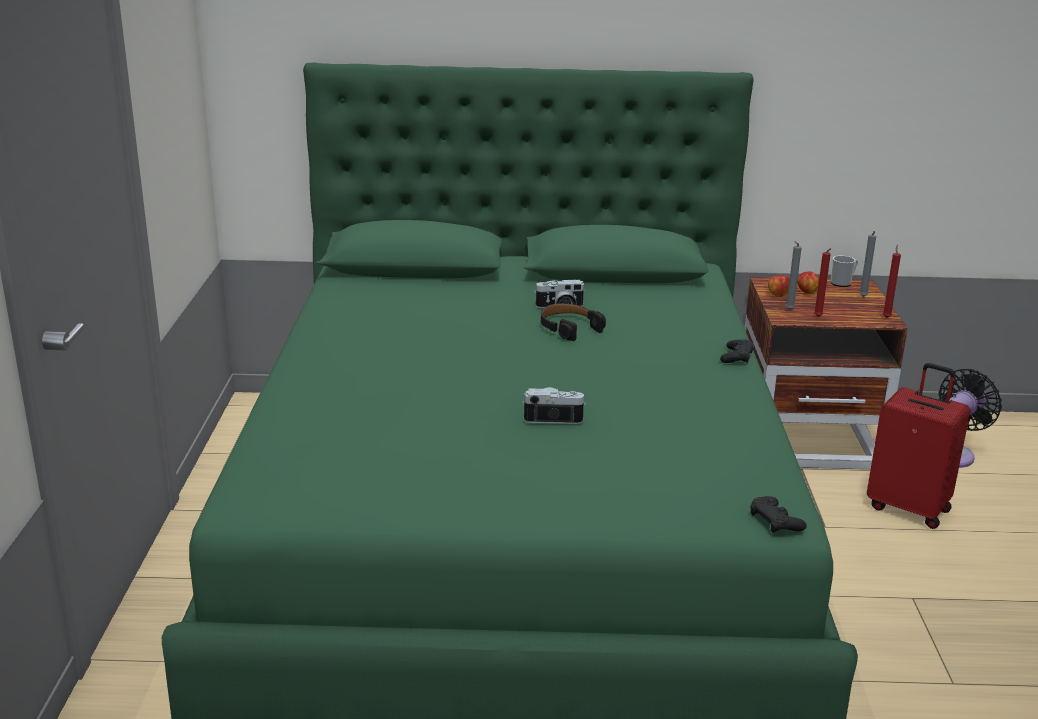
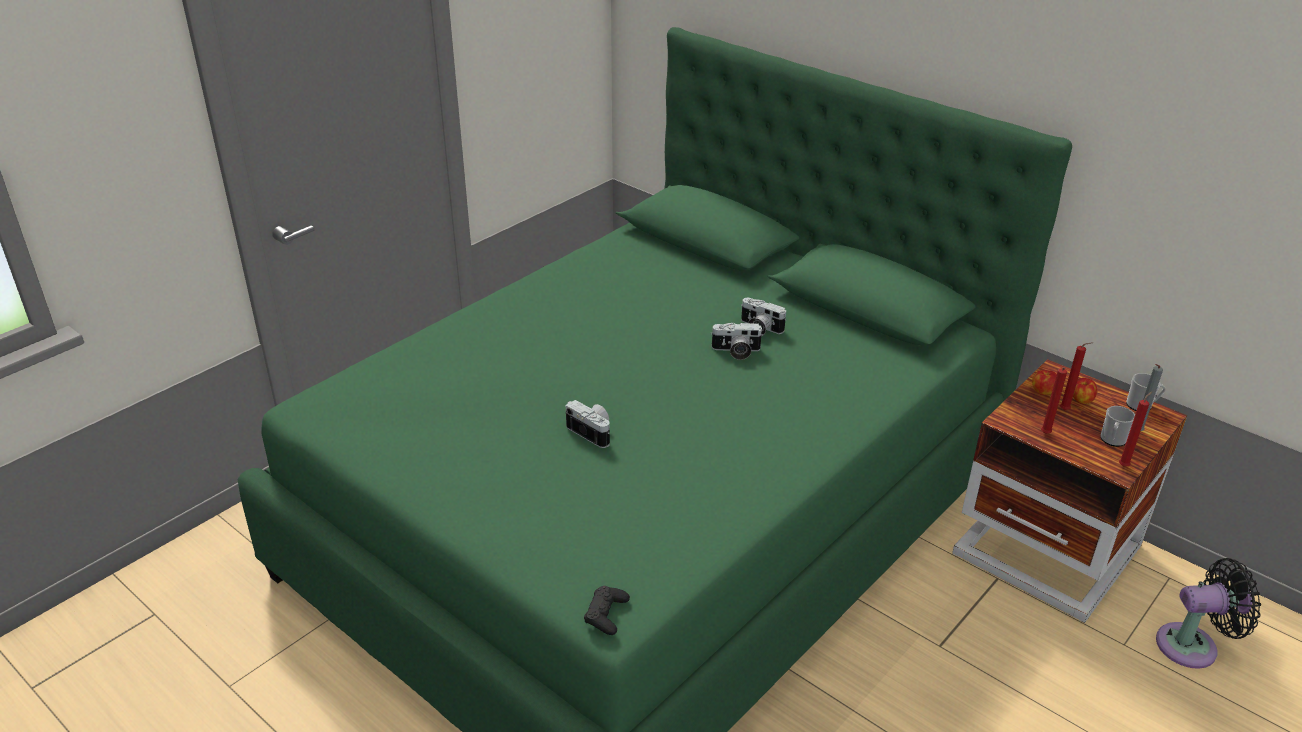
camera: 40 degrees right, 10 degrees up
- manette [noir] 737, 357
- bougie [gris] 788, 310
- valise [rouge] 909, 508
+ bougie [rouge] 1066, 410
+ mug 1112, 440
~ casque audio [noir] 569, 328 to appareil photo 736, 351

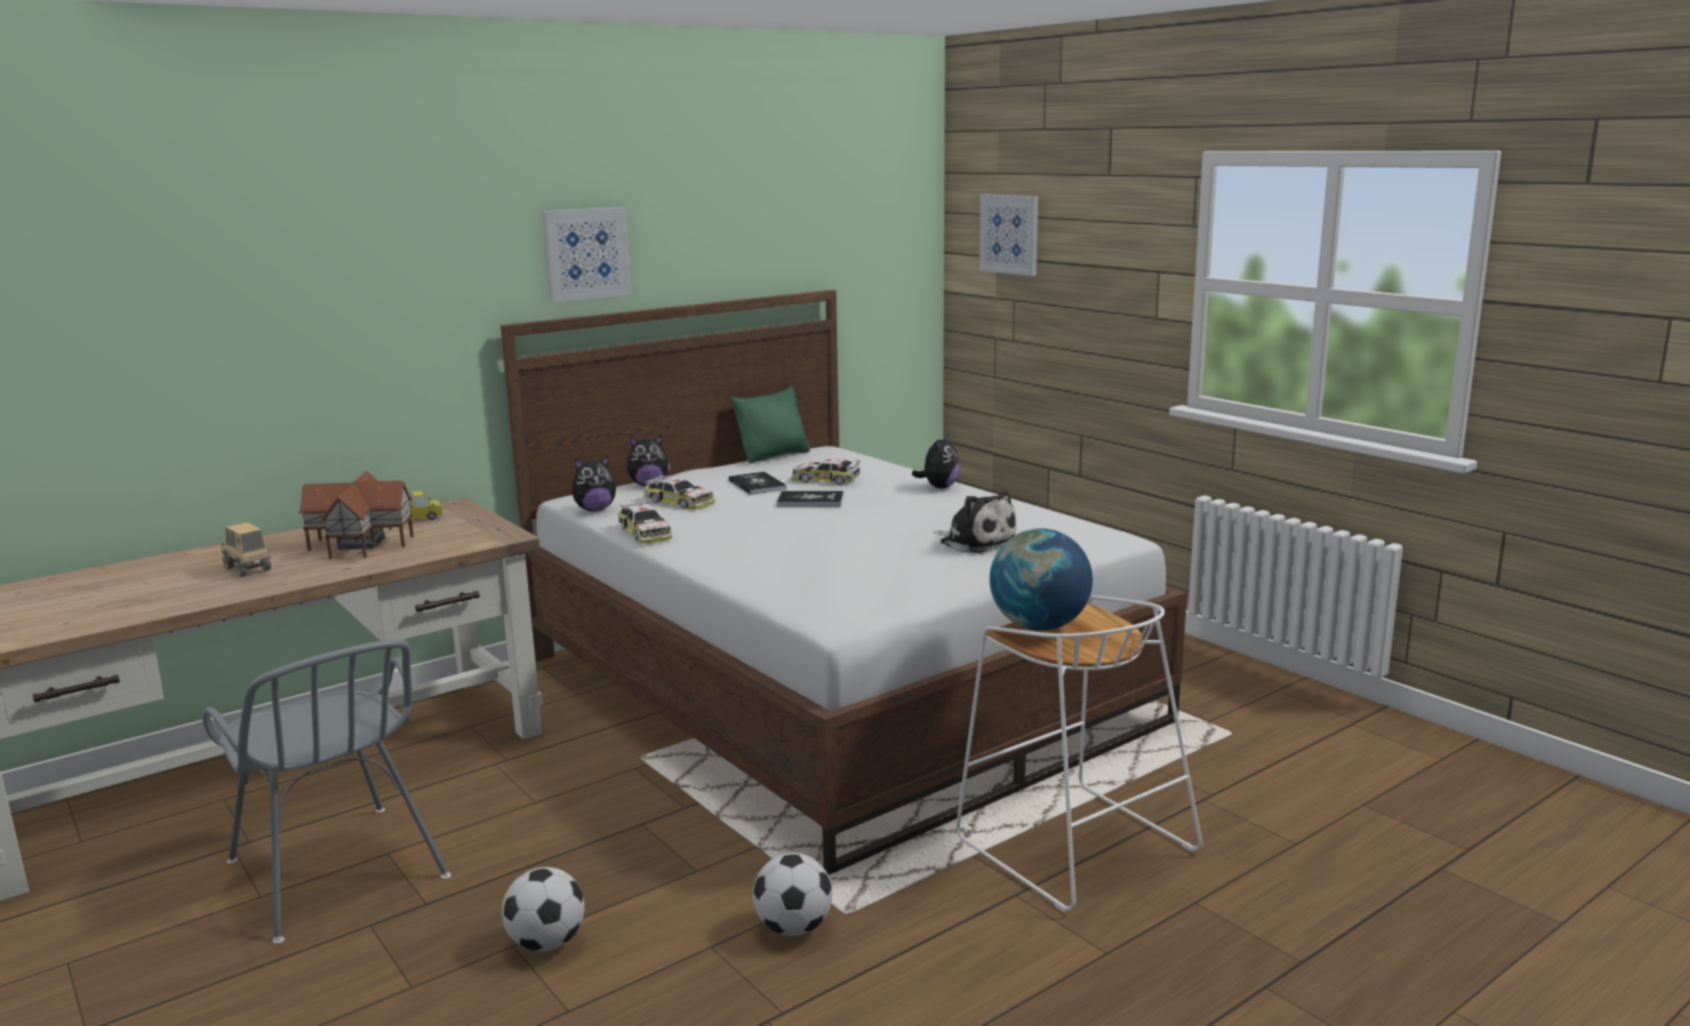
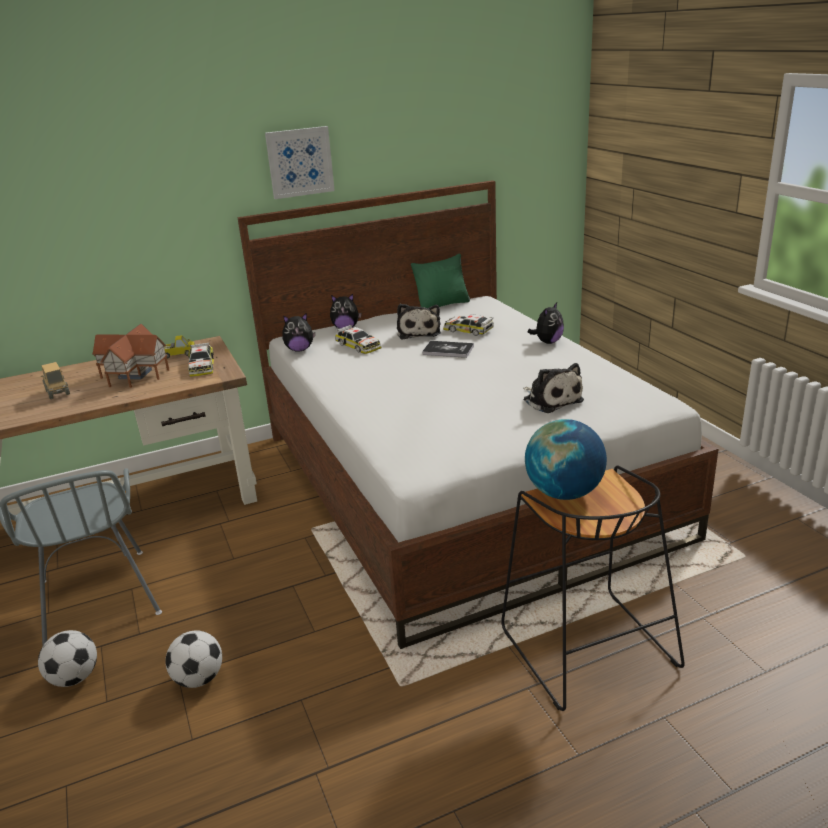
camera: 15 degrees right, 10 degrees up
- tableau 1009, 234
~ petite voiture 645, 532 to 201, 366
~ ballon de foot 793, 928 to 74, 678
~ livre 757, 485 to peluche 418, 332
~ tabouret [blanc] 1071, 845 to tabouret [noir] 584, 647

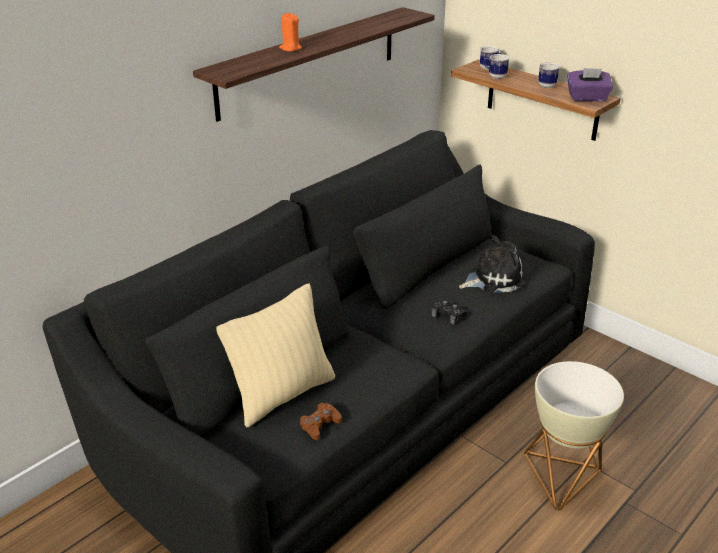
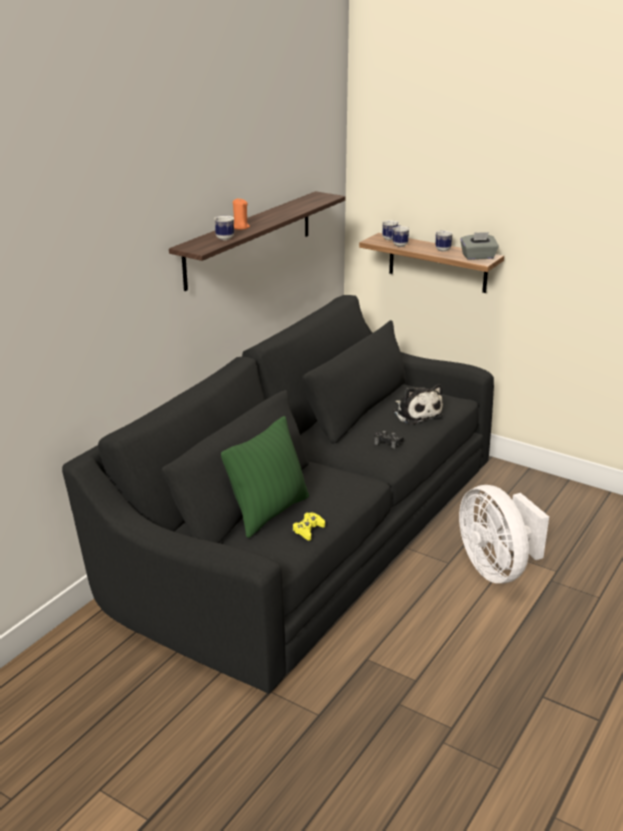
camera: 10 degrees left, 5 degrees down
+ mug 224, 237
~ cache-pot 562, 477 to ventilateur [blanc] 496, 568
~ coussin [beige] 282, 394 to coussin [vert] 269, 512
~ manette [marron] 320, 425 to manette [jaune] 308, 530
~ boîte à mouchoirs [violet] 587, 98 to boîte à mouchoirs [gris] 478, 257
~ peluche 492, 279 = 416, 413 90 degrees clockwise

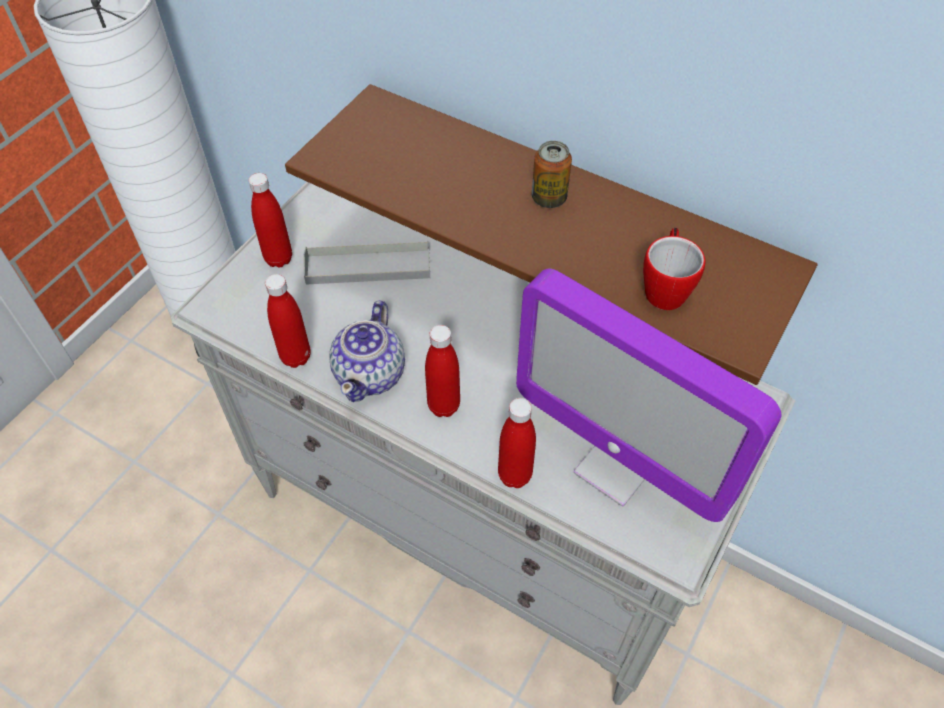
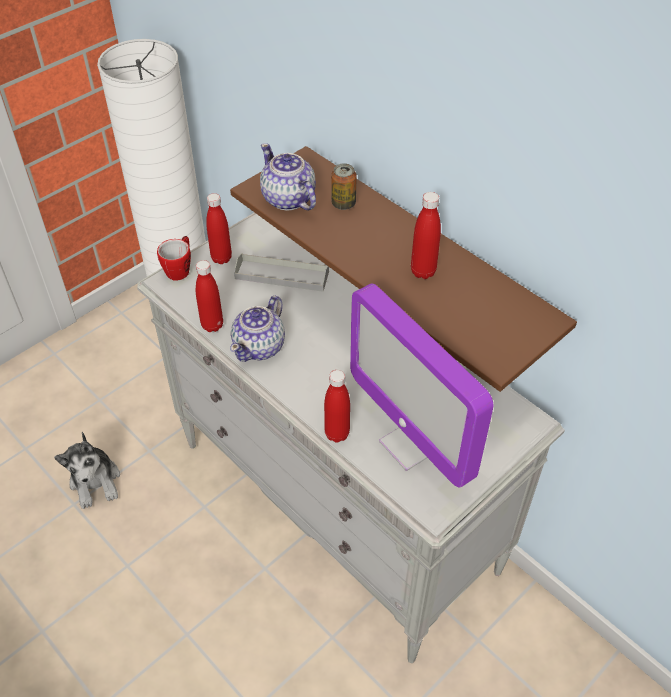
camera: 15 degrees right, 5 degrees down
+ peluche 95, 481
+ théière 288, 199
~ bouteille [rouge] 443, 406 to 423, 271
~ boîte métallique 549, 198 to 343, 204
~ mug 665, 287 to 180, 269

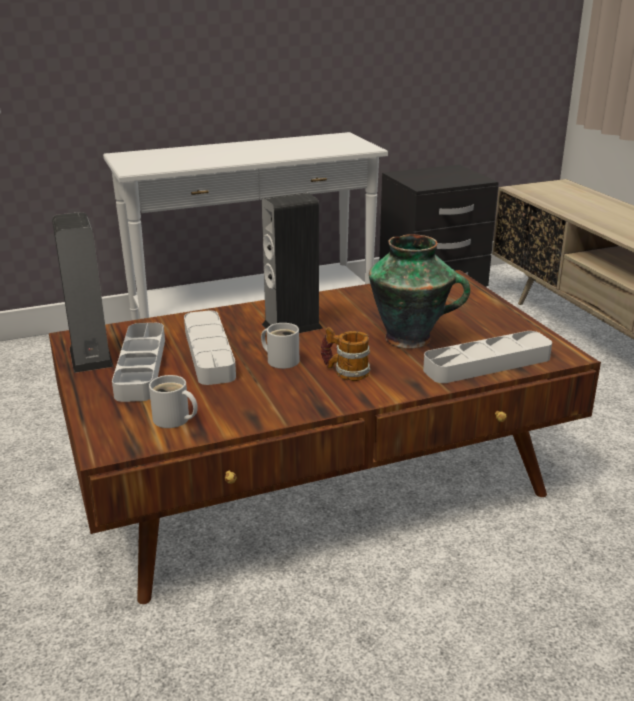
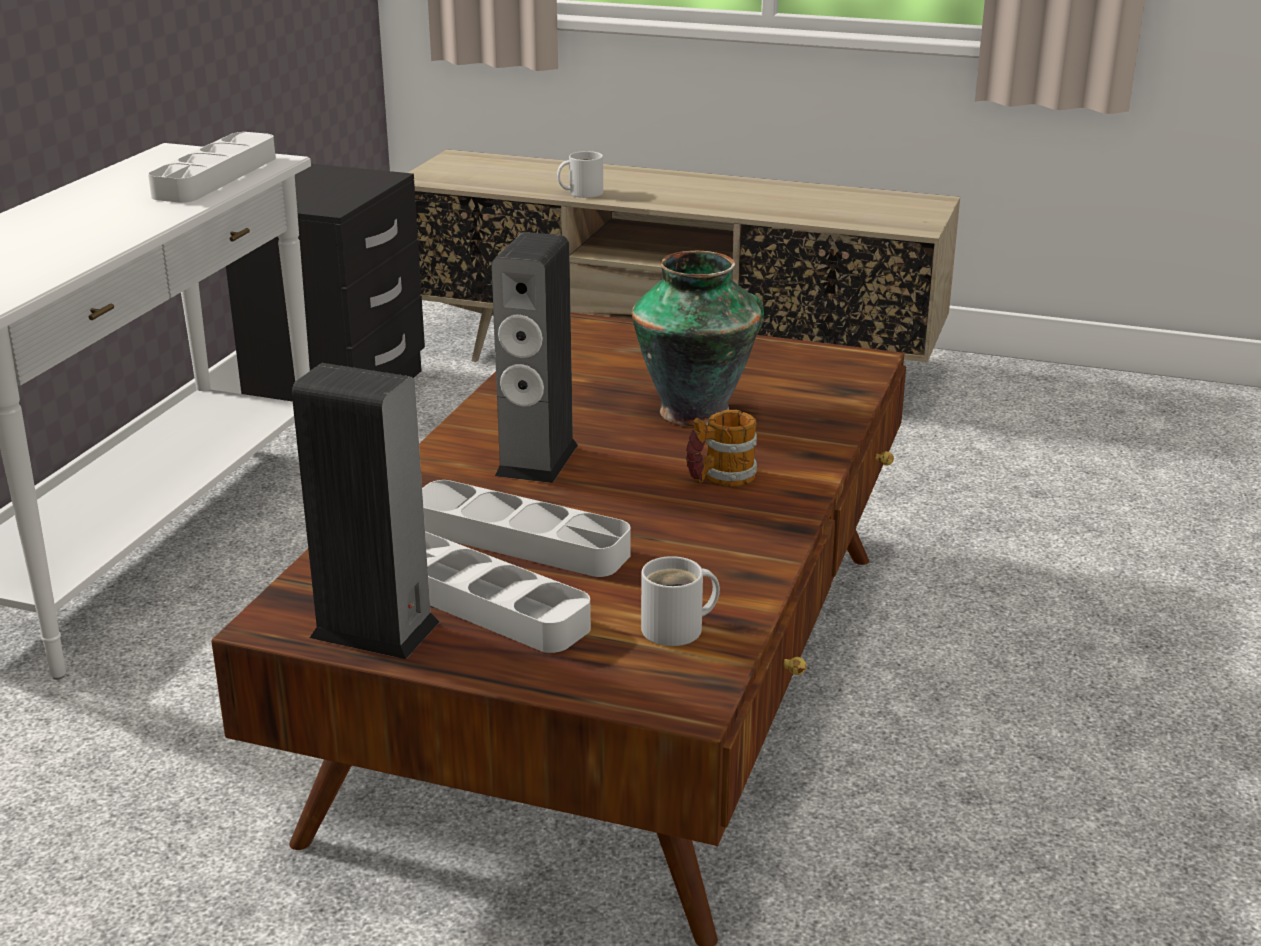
camera: 50 degrees left, 0 degrees up
~ mug [blanc] 281, 360 to 582, 192
~ plateau [gris] 487, 364 to 216, 177

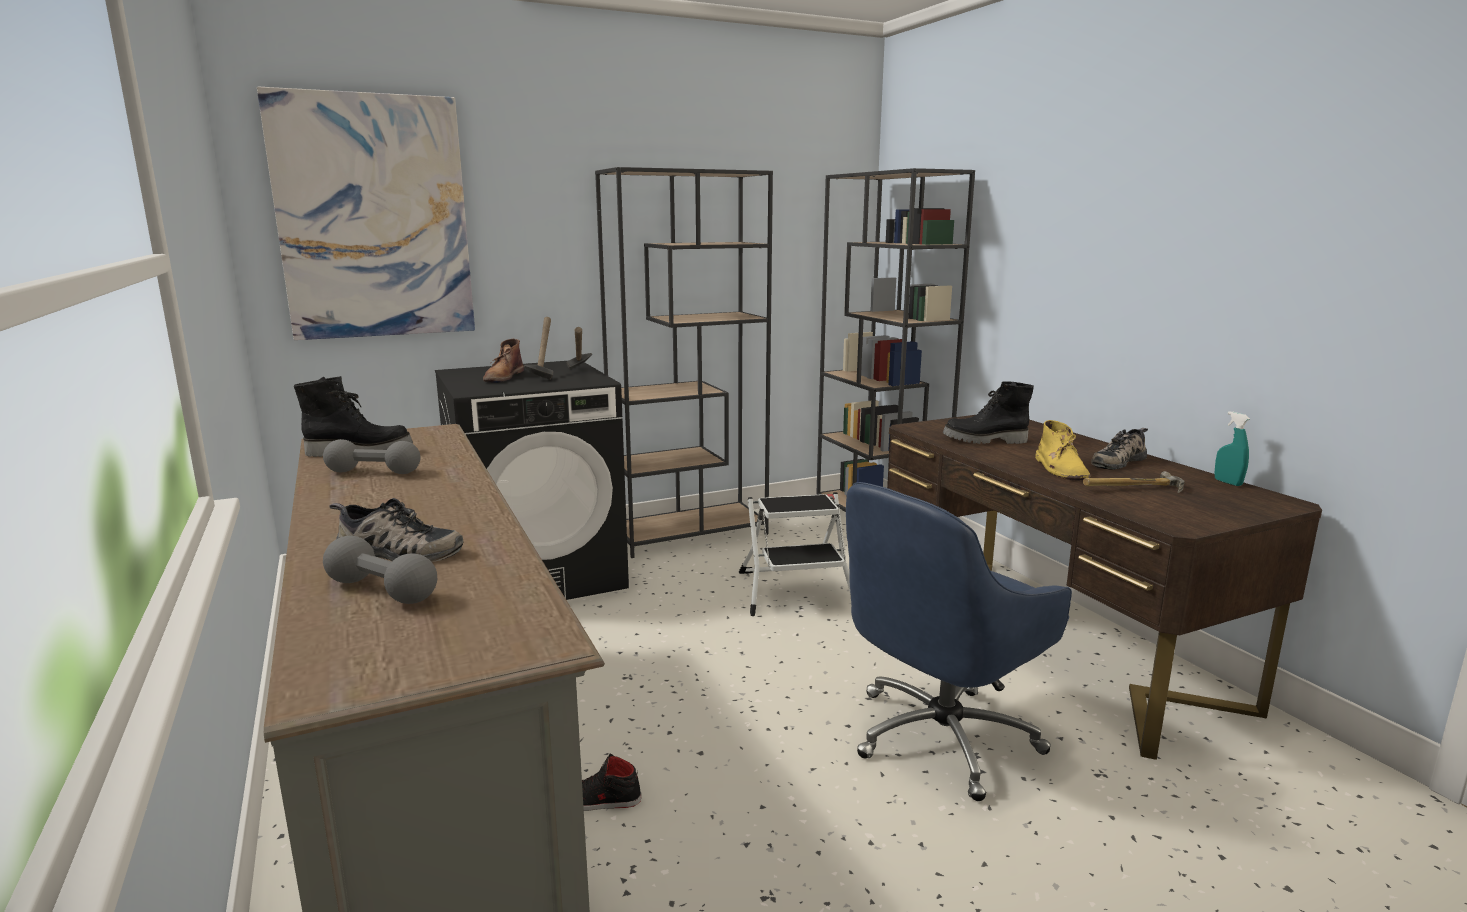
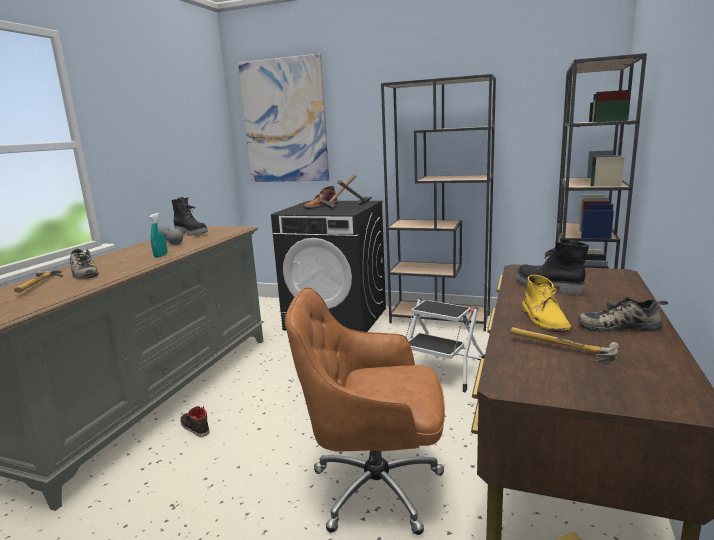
camera: 45 degrees right, 0 degrees up
~ vaporisateur [turquoise] 1228, 482 to 161, 256
~ haltère [gris] 382, 591 to marteau 41, 284
~ chaise de bureau [bleu] 941, 736 to chaise de bureau [marron] 376, 486
~ botte [jaune] 1060, 469 = 544, 319 45 degrees counterclockwise

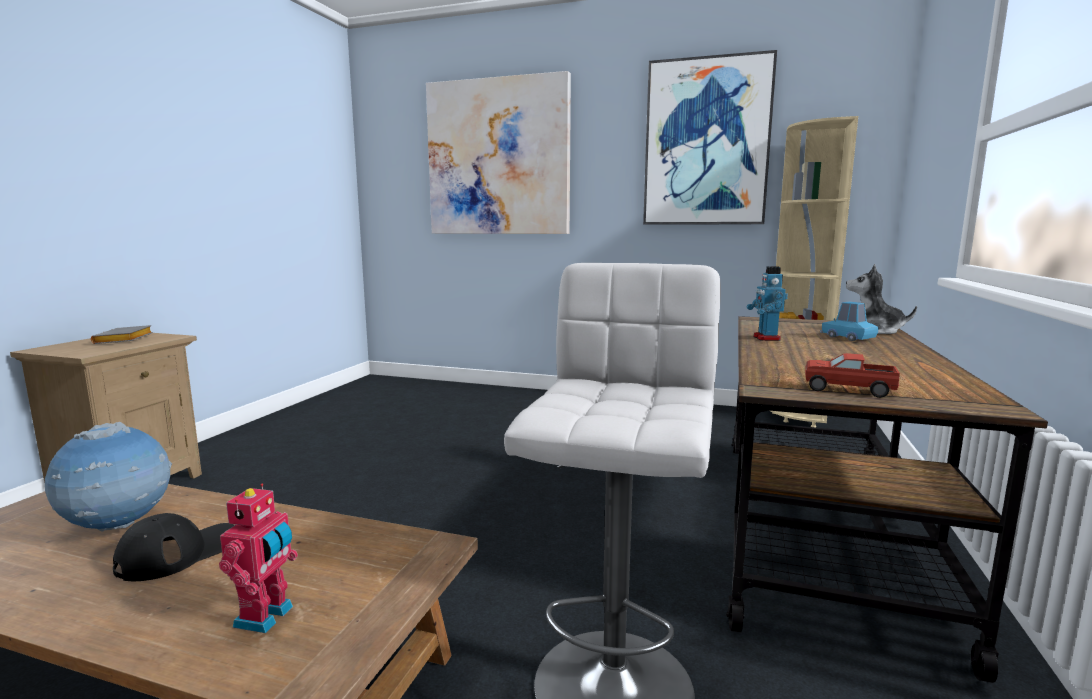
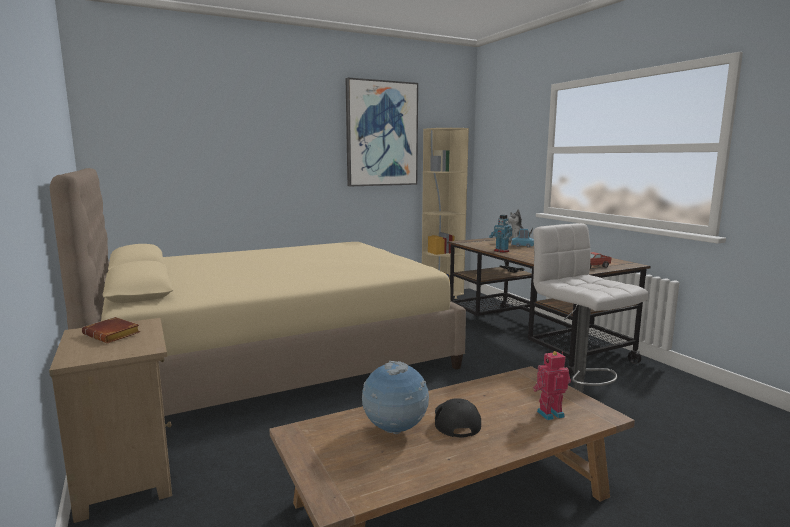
camera: 45 degrees left, 0 degrees up
- tableau 499, 158
+ lit [beige] 273, 358
~ livre [gris] 125, 340 to livre [marron] 114, 335
~ robot jouet 267, 617 = 549, 413 75 degrees counterclockwise

